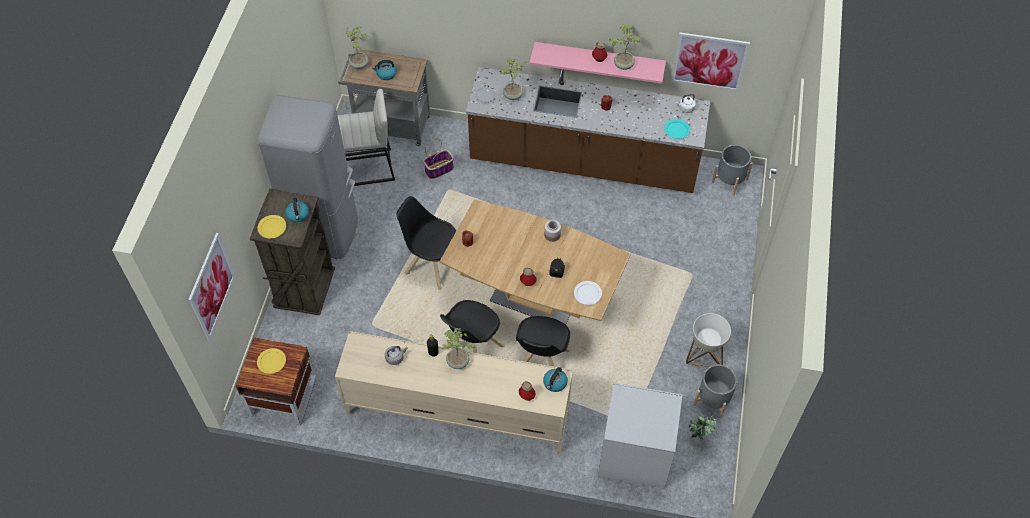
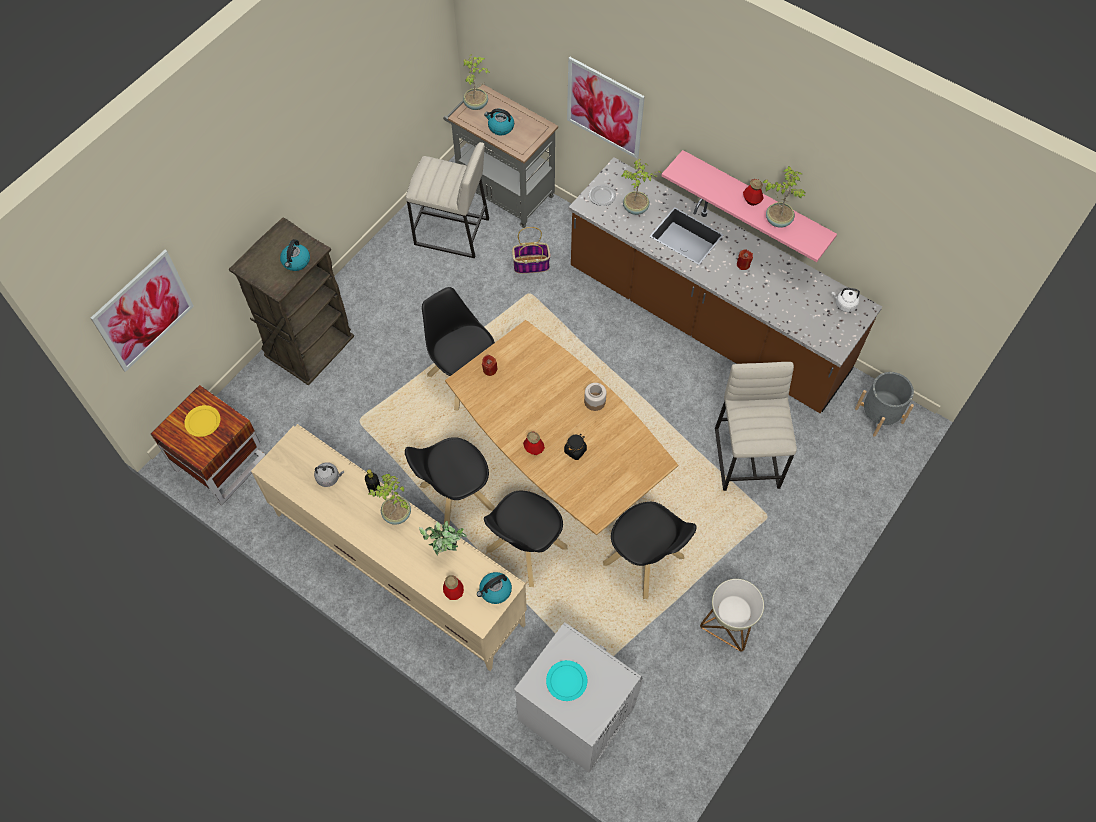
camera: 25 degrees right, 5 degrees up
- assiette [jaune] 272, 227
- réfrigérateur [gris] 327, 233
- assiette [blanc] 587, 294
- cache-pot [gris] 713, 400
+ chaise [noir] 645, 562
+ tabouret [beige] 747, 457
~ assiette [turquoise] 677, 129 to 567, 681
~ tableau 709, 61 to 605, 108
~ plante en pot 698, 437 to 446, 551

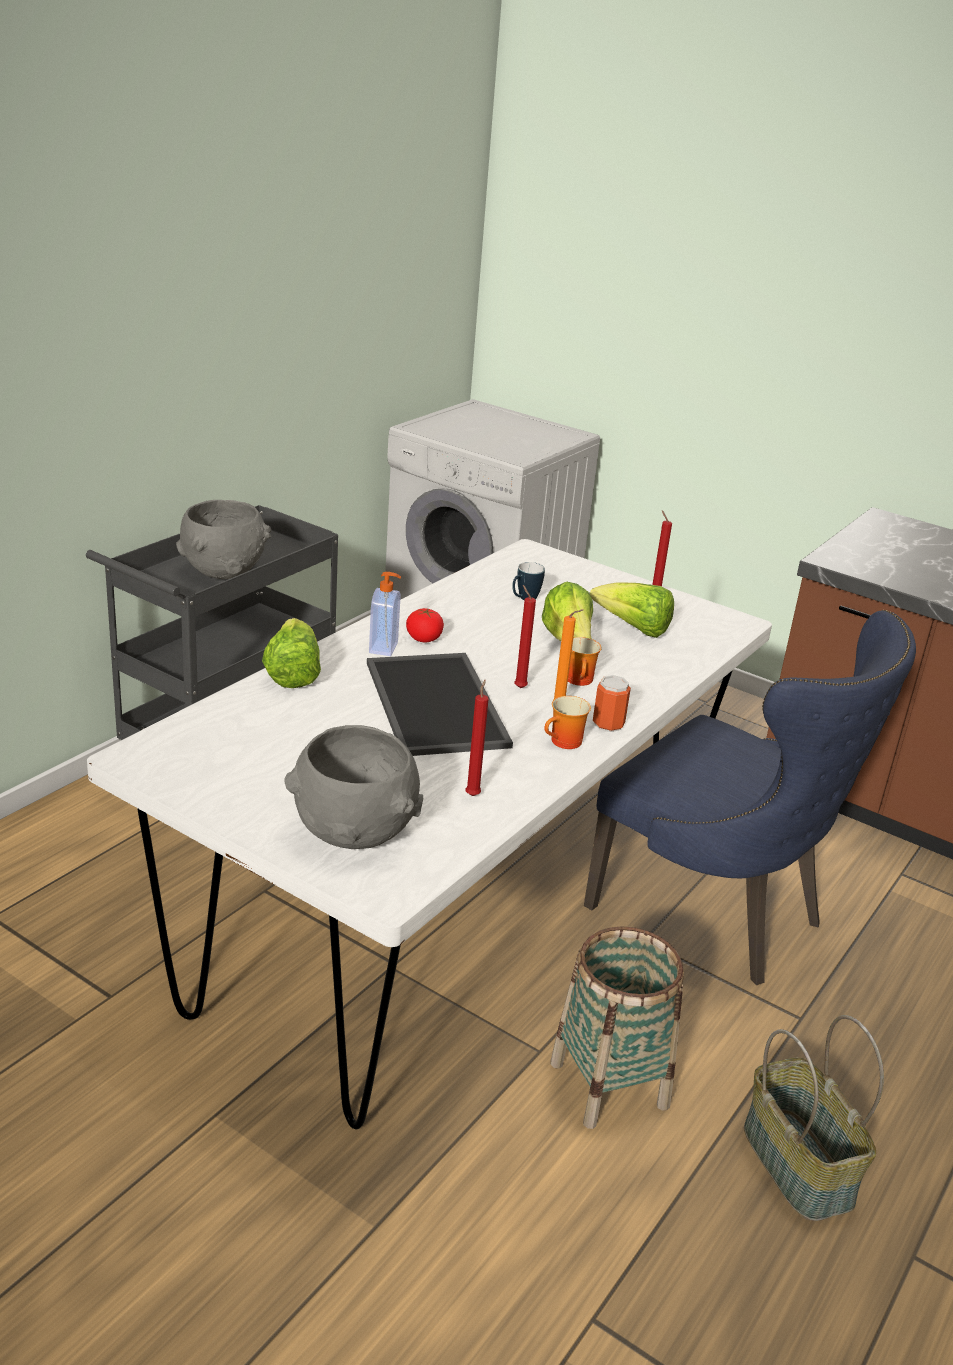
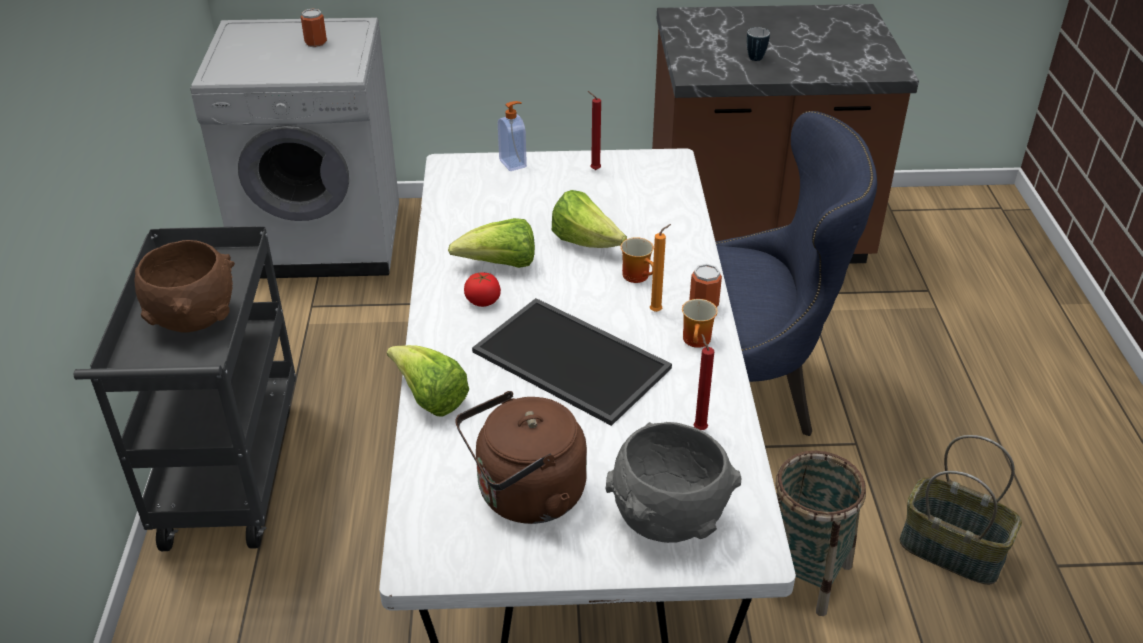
camera: 35 degrees left, 10 degrees up
- bougie [rouge] 518, 687
+ boîte métallique 316, 43
+ bouilloire [marron] 525, 496
~ distributeur de savon 384, 648 to 513, 163
~ mug 524, 599 to 755, 60
~ laitue 633, 629 to 500, 265
~ bol [gris] 223, 572 to bol [marron] 192, 319

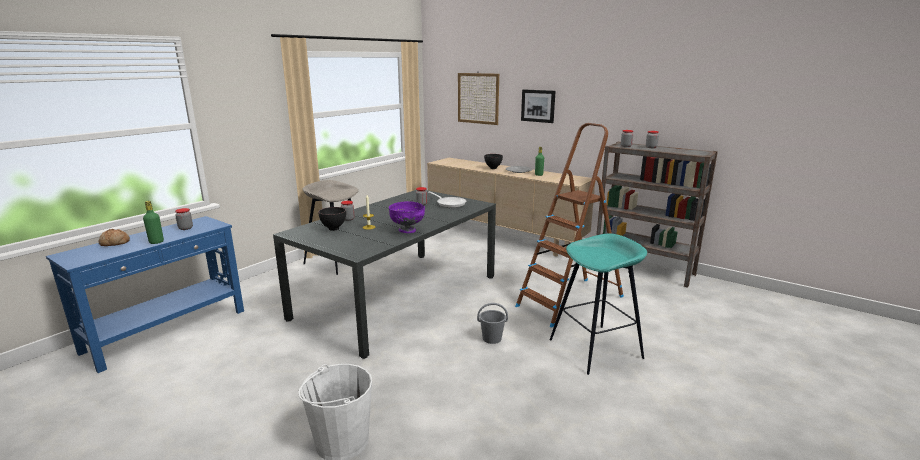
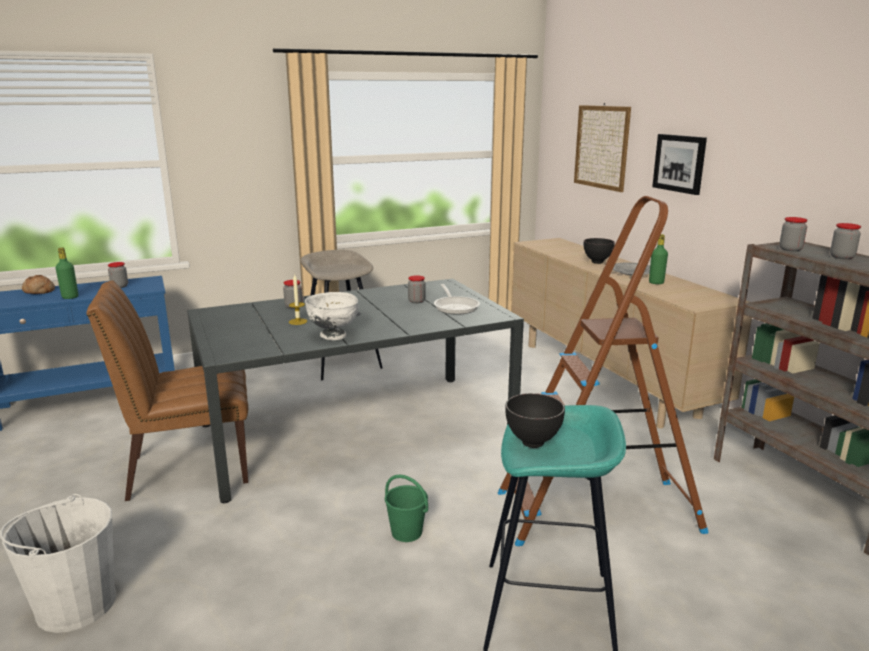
camera: 30 degrees right, 0 degrees up
+ chaise [marron] 190, 469
~ bol [noir] 333, 229 to 531, 443
~ bol [violet] 407, 231 to bol [blanc] 333, 336
~ seau [gris] 492, 338 to seau [vert] 407, 532

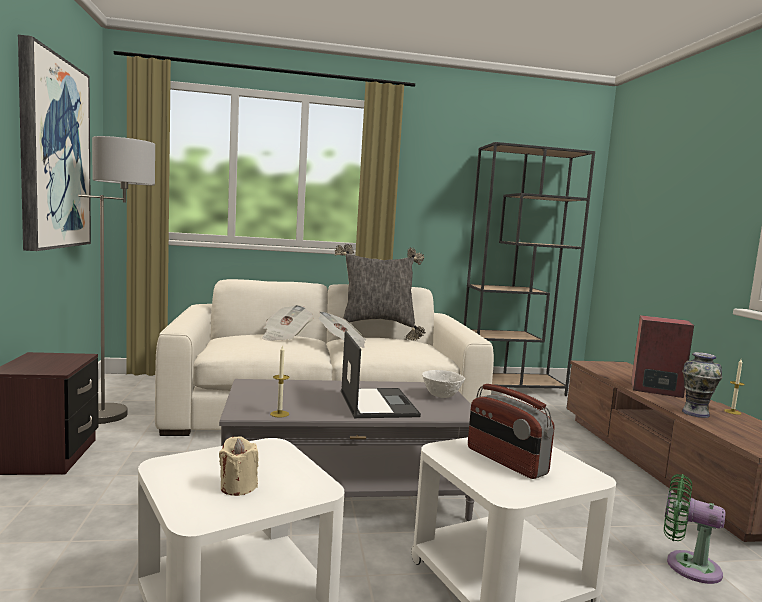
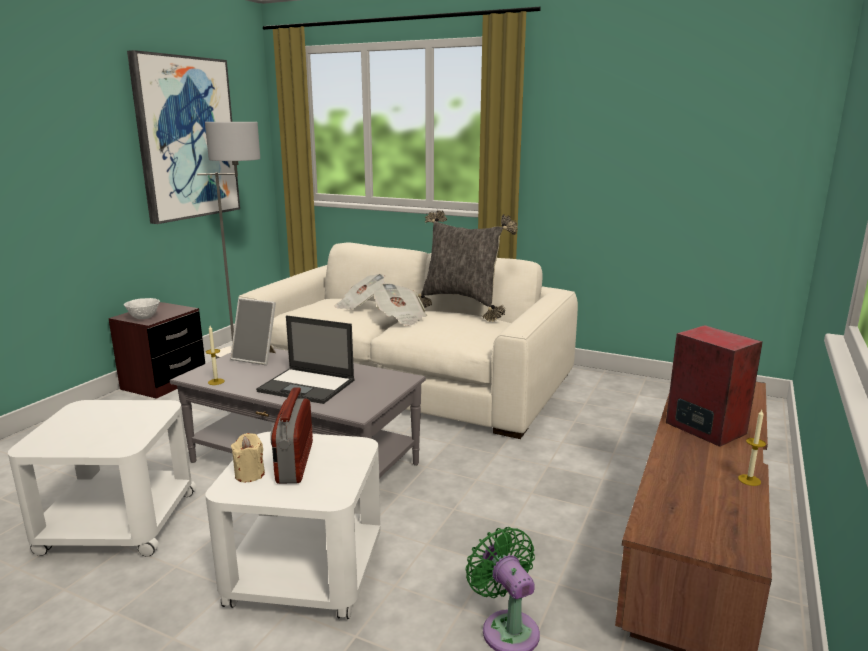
camera: 35 degrees right, 10 degrees up
- bibliothèque 511, 388
- vase 695, 413
+ cadre photo 257, 358
~ bougie [beige] 238, 487 to 249, 474
~ bol [blanc] 441, 396 to 144, 318
~ ordinateur portable 377, 403 = 308, 386 90 degrees clockwise

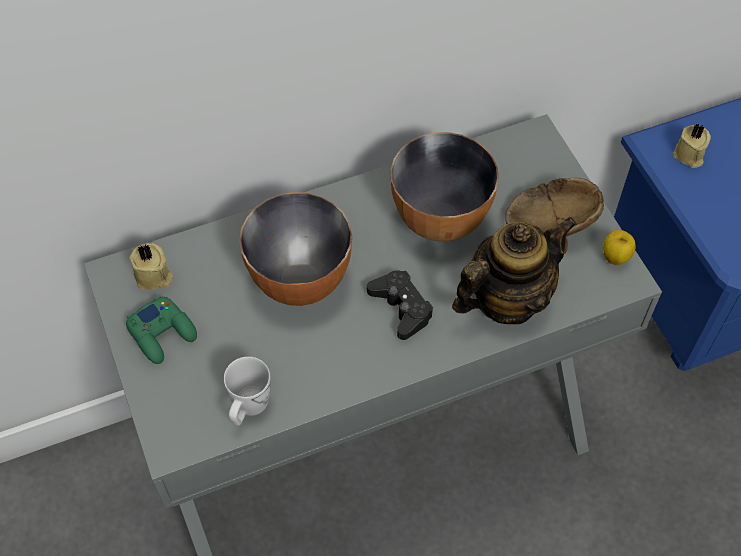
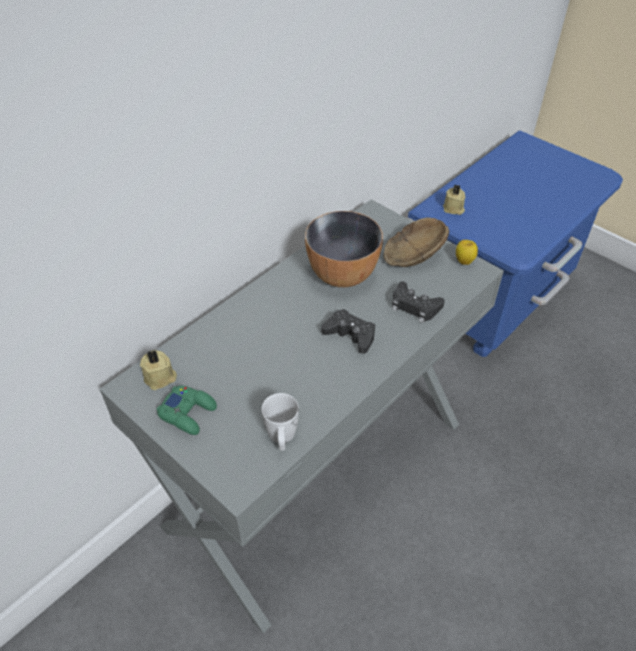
camera: 25 degrees left, 10 degrees down
- bol 300, 280
~ théière 506, 299 to manette [noir] 414, 306

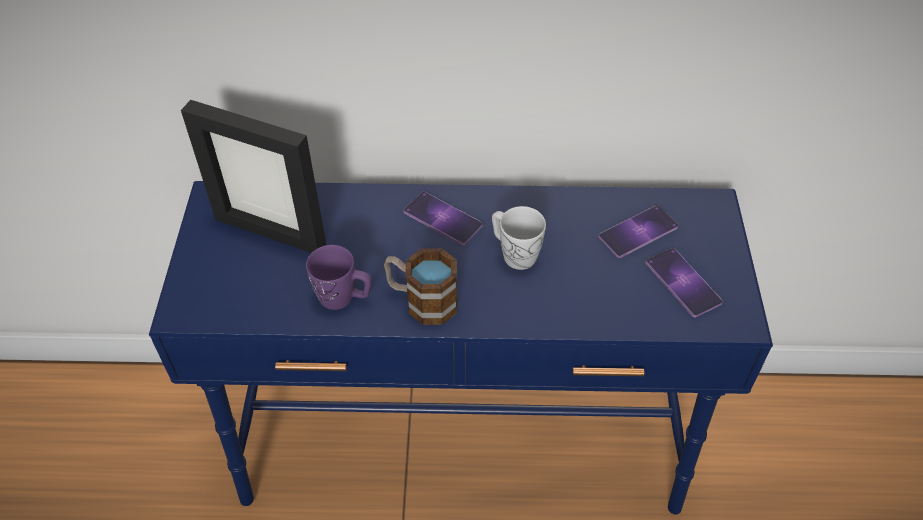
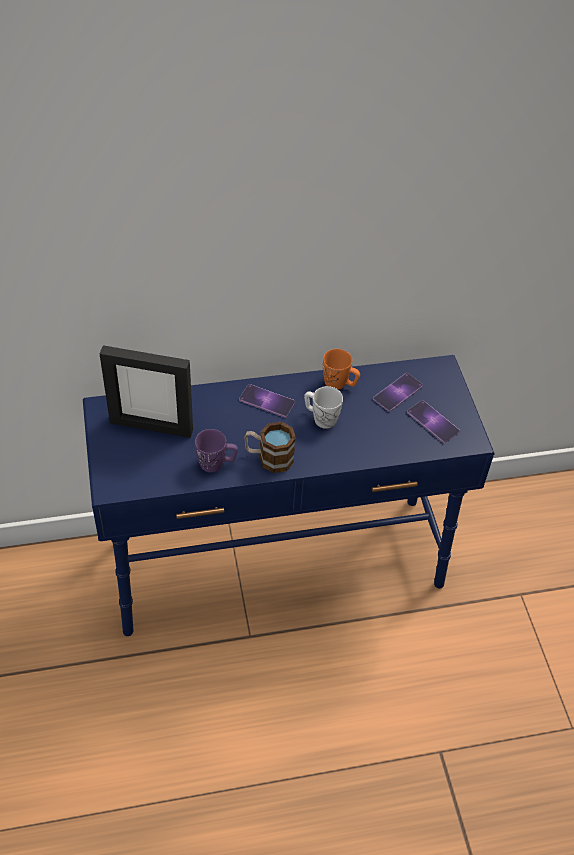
camera: 15 degrees left, 0 degrees up
+ mug [orange] 339, 384

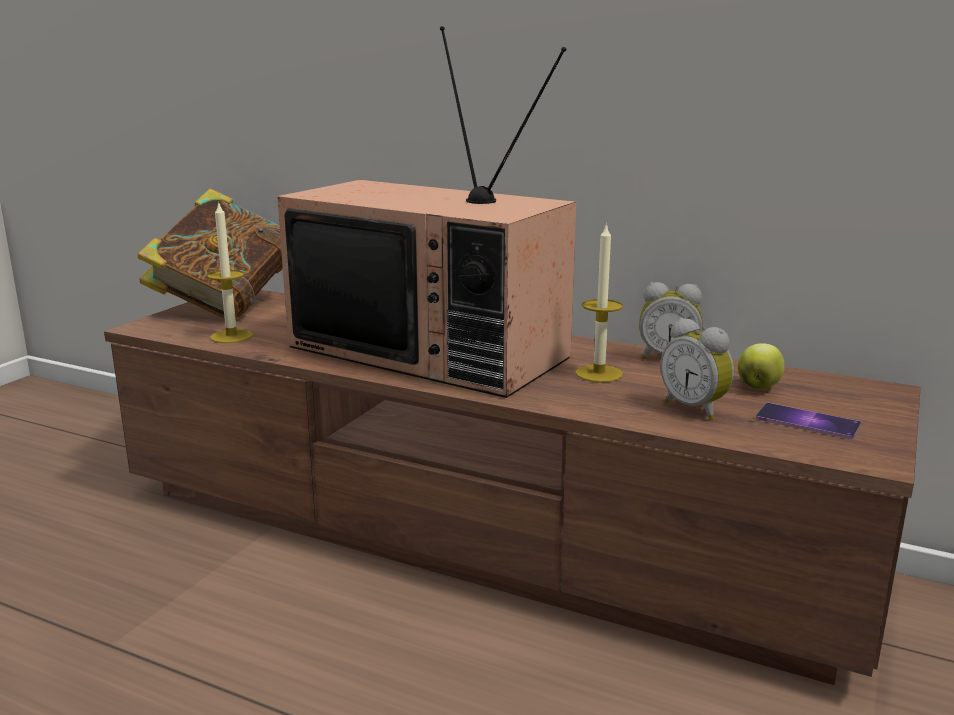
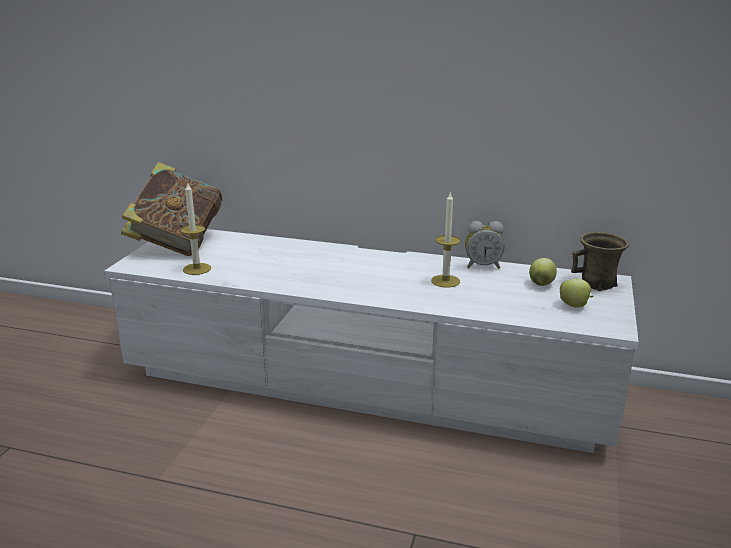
camera: 10 degrees left, 5 degrees up
- téléviseur 434, 351
- réveil 695, 408
+ mug [marron] 597, 284
~ téléphone 807, 421 to pomme 574, 306
~ meuble télé [marron] 479, 536 to meuble télé [blanc] 366, 383

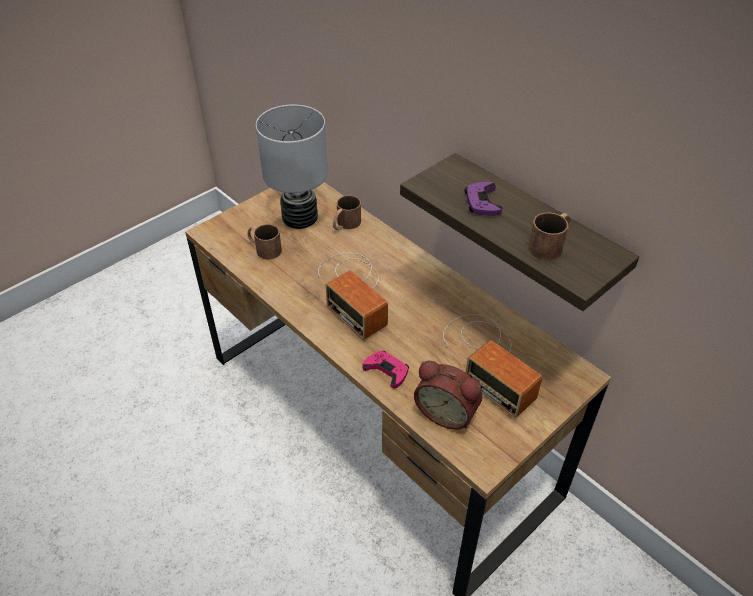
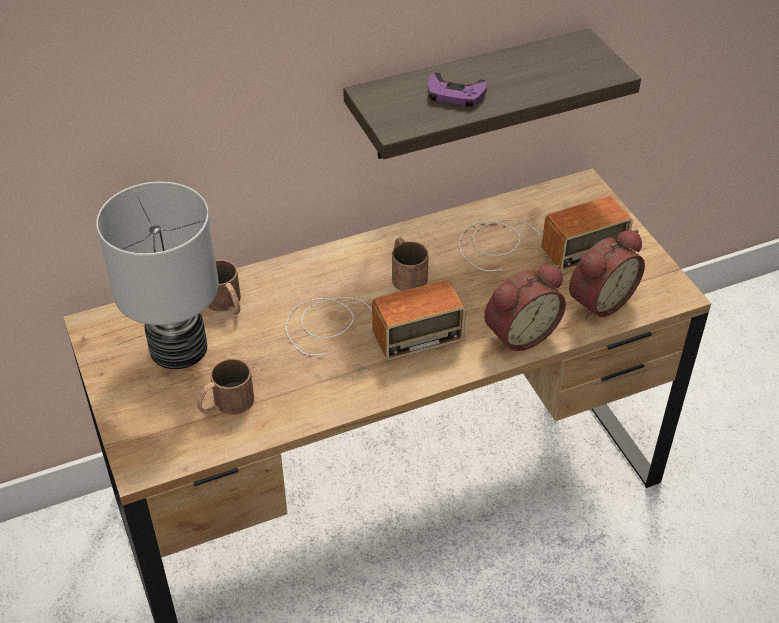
camera: 70 degrees left, 0 degrees up
~ mug [marron] 550, 245 to 406, 274
~ manette [rose] 387, 370 to réveil 519, 333

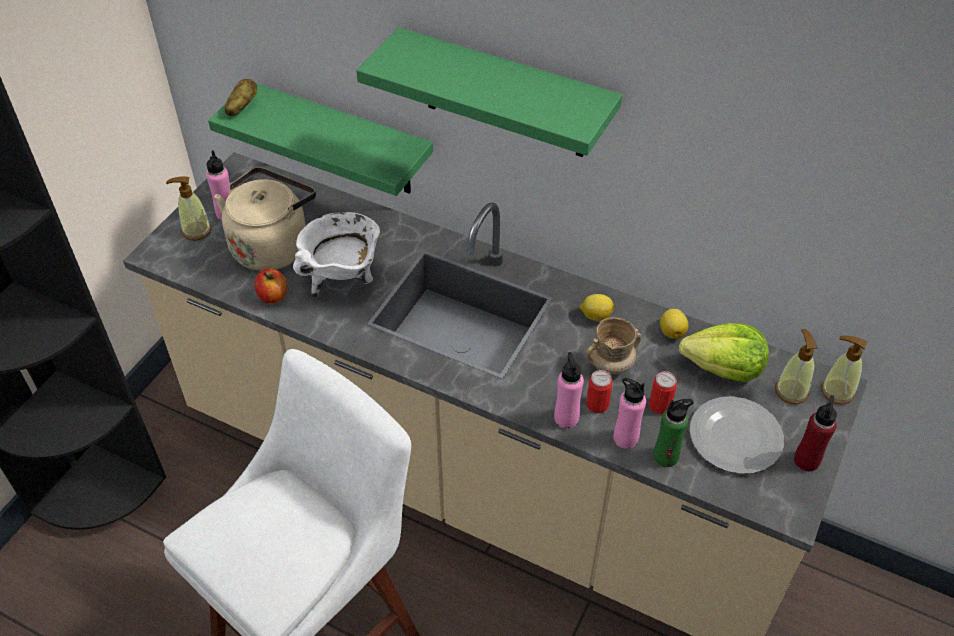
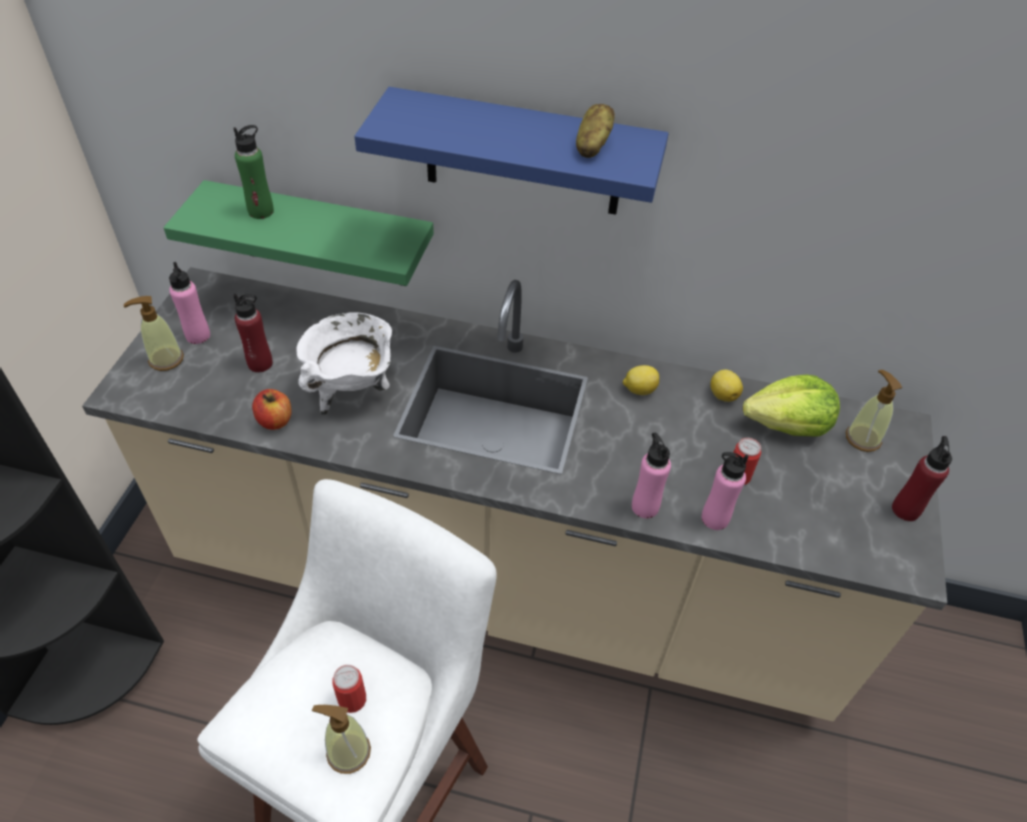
camera: 15 degrees left, 0 degrees up
- mug [beige] 610, 364
- assiette 736, 437
~ pomme de terre 241, 107 to 592, 146
~ boîte métallique 597, 404 to 352, 699
~ bouteille [vert] 666, 456 to 261, 211
~ distributeur de savon 837, 391 to 348, 752
~ bouilloire [beige] 272, 245 to bouteille [rouge] 260, 363
~ étagère [vert] 505, 95 to étagère [bleu] 523, 154

